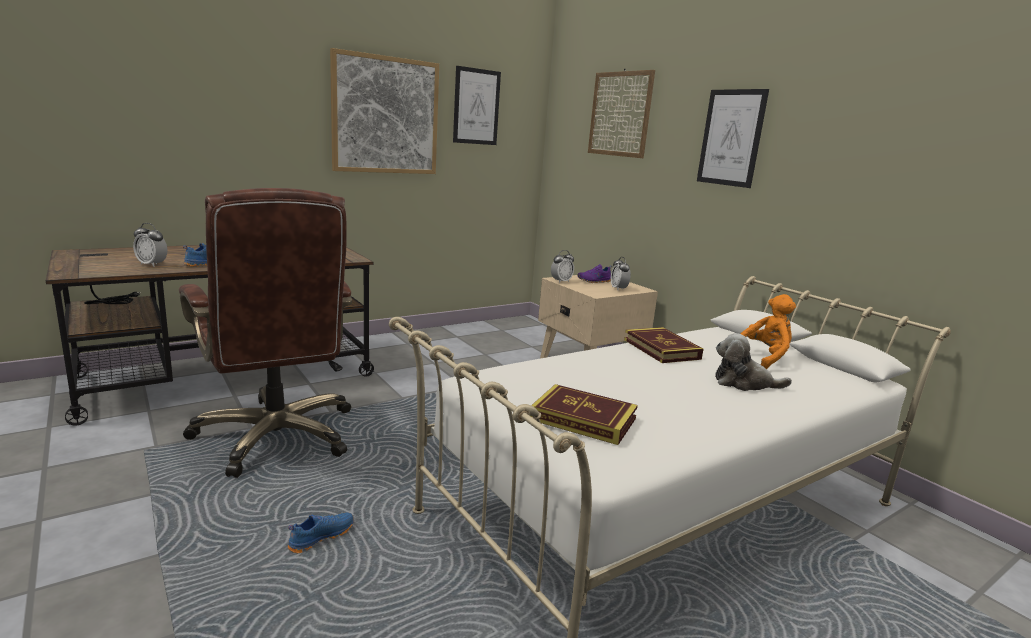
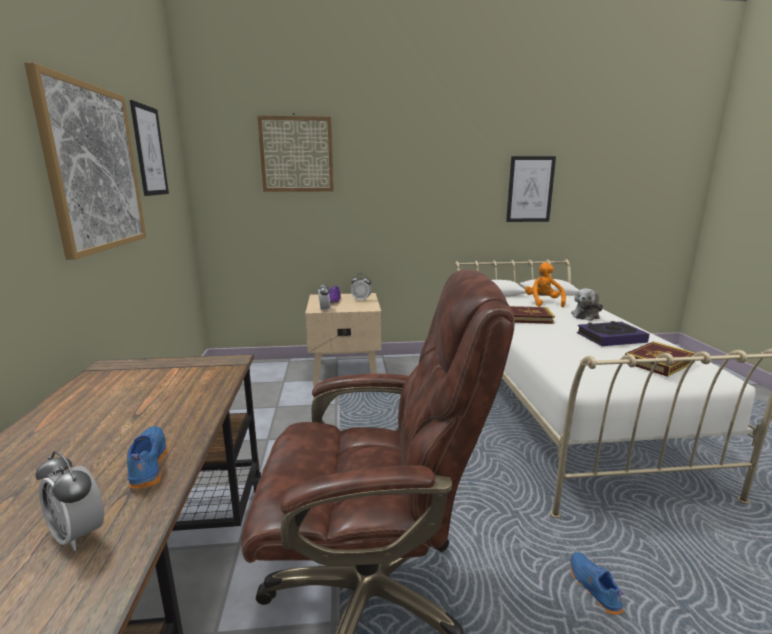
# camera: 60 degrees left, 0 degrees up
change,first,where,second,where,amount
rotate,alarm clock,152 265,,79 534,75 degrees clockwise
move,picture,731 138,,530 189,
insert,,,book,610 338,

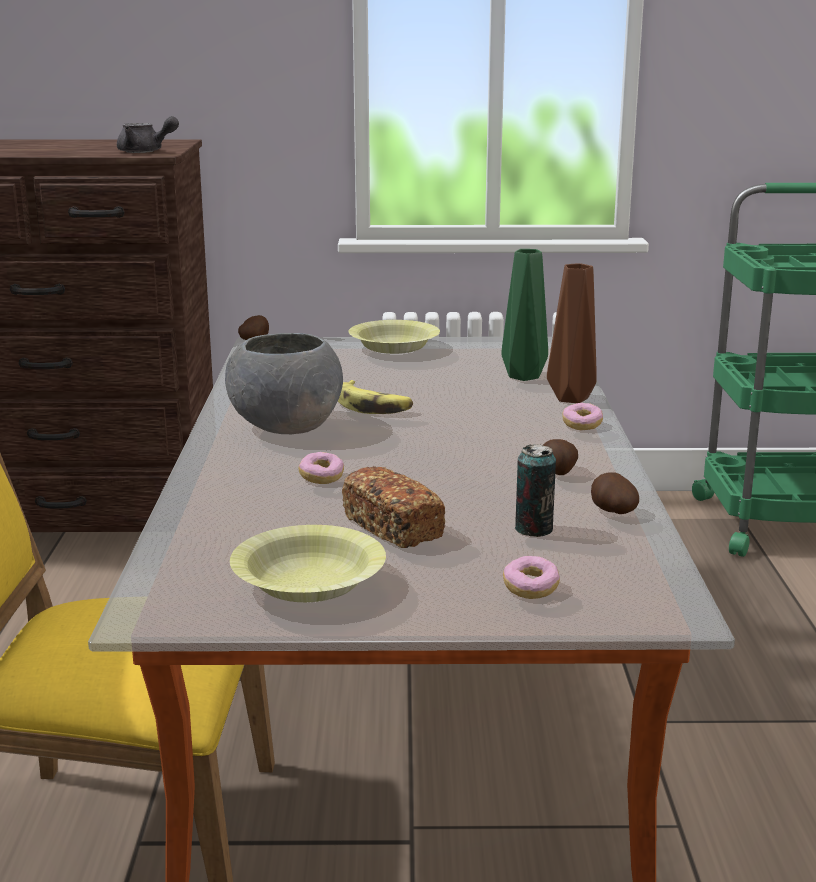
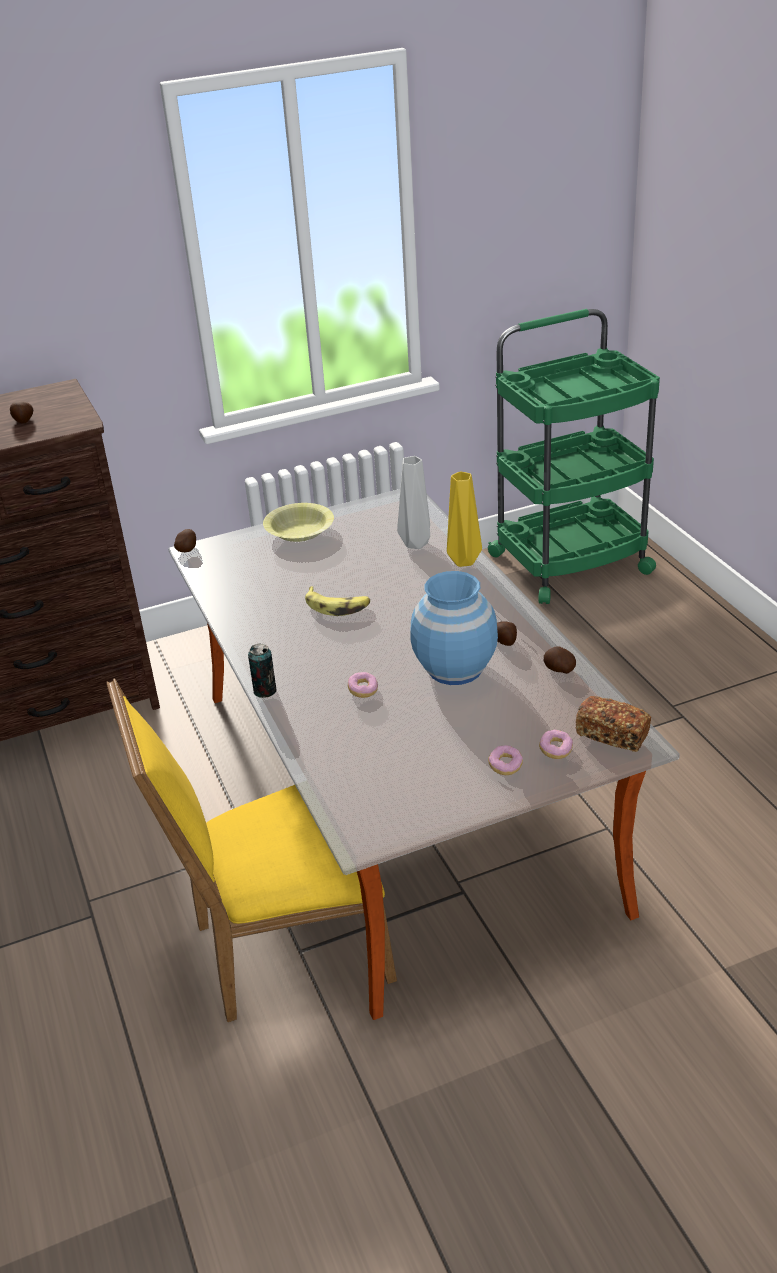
# camera: 20 degrees left, 15 degrees up
change,first,where,second,where,amount
insert,,,potato,23 421,
move,can,533 529,,265 691,
recolor,vase (green),524 376,vase (grey),415 543,
insert,,,vase (blue),454 668,
recolor,vase (brown),570 398,vase (yellow),462 560,
move,donut,582 425,,505 766,
move,bread,393 528,,612 734,
delete,teapot (grey),145 152,,,
delete,bowl (grey),285 425,,,
delete,bowl (yellow),309 583,,,

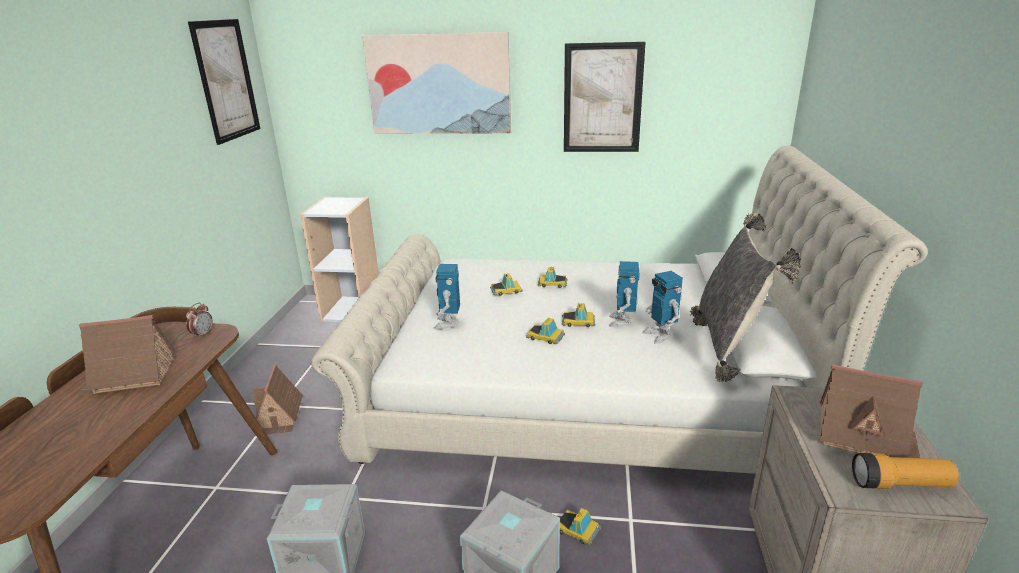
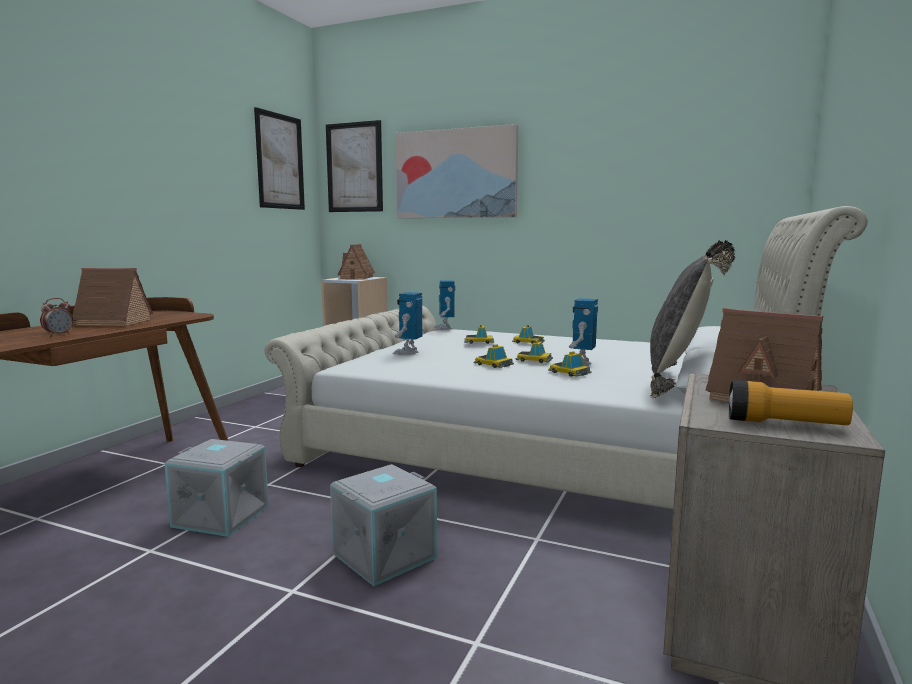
# camera: 15 degrees right, 15 degrees down
change,first,where,second,where,amount
move,alarm clock,203 334,,58 335,
move,picture,602 98,,354 167,
move,toy house,279 416,,356 278,
move,toy robot,660 335,,444 328,
move,toy car,577 529,,569 372,

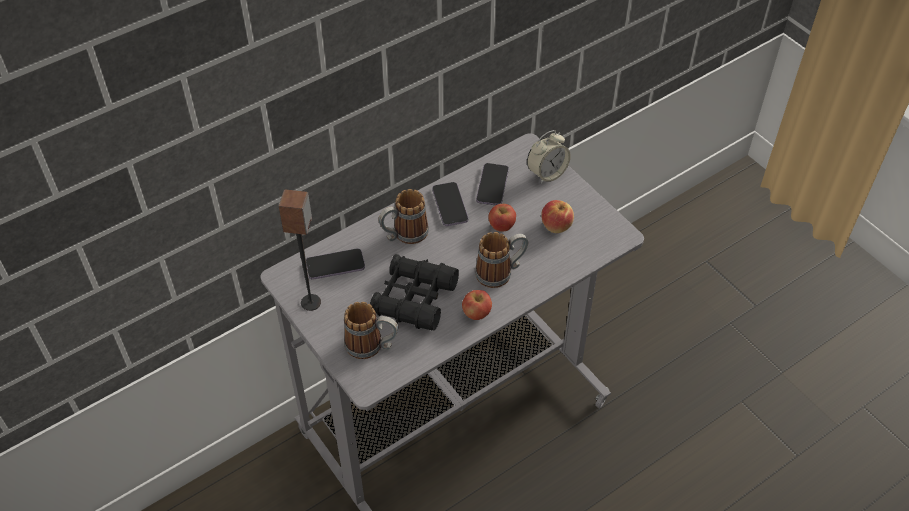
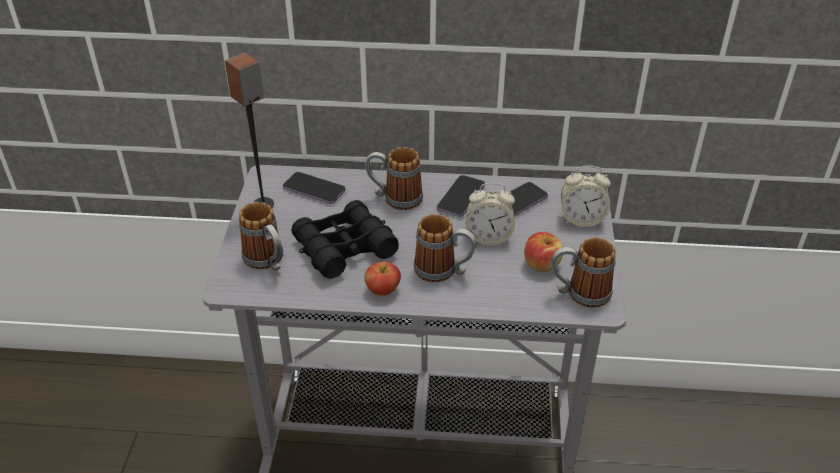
# camera: 40 degrees right, 10 degrees down
change,first,where,second,where,amount
replace,apple,502 226,alarm clock,488 237,
insert,,,mug,579 293,

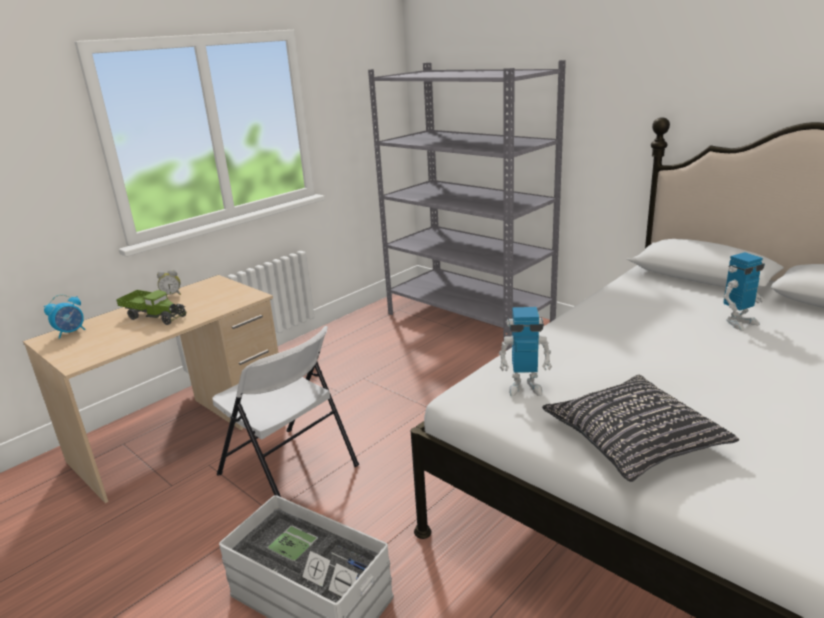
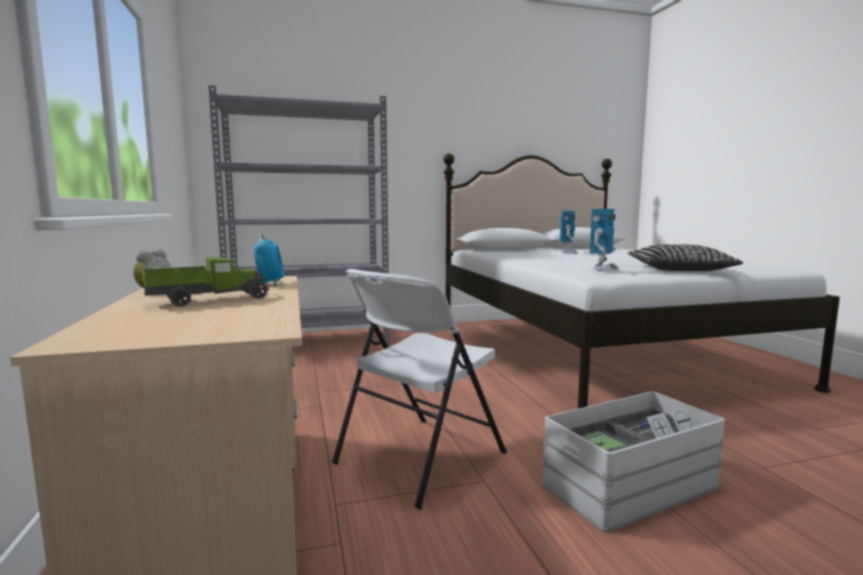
# camera: 60 degrees left, 15 degrees down
change,first,where,second,where,amount
move,alarm clock,71 332,,270 283,
rotate,chair (white),287 470,,420 457,150 degrees clockwise

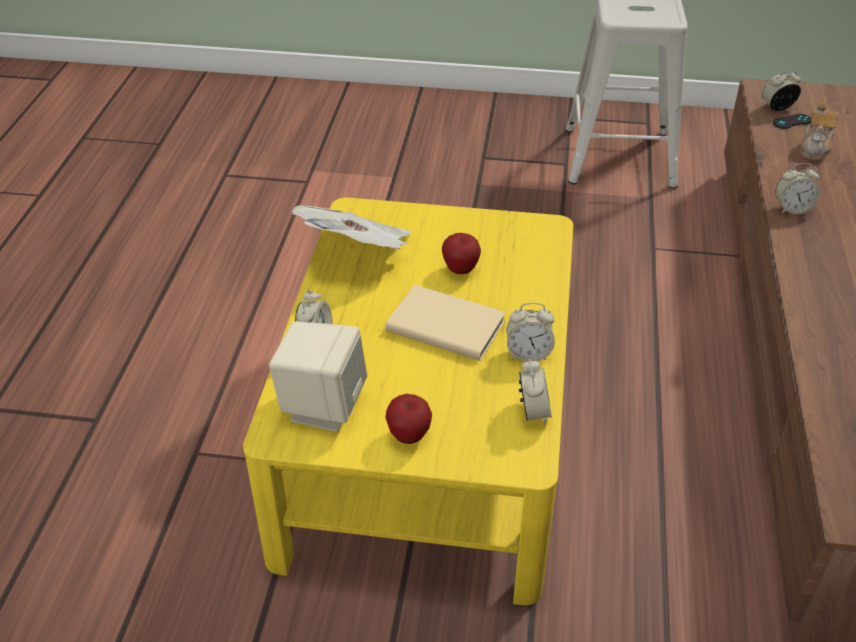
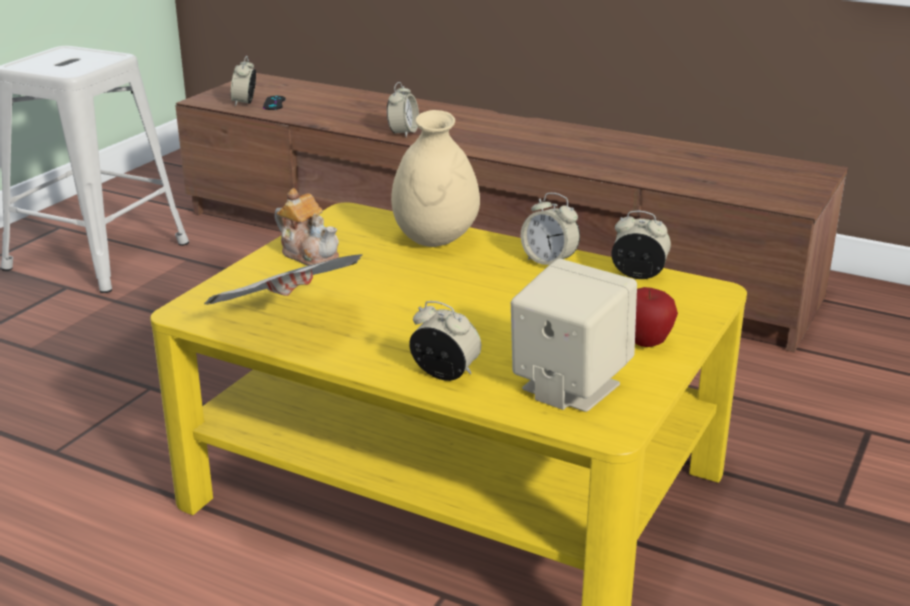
# camera: 70 degrees left, 15 degrees down
change,first,where,second,where,amount
move,teapot,815 148,,309 254,
insert,,,vase (beige),435 241,
rotate,alarm clock,528 354,,549 261,105 degrees clockwise
delete,book (beige),445 324,,,
delete,apple,460 270,,,

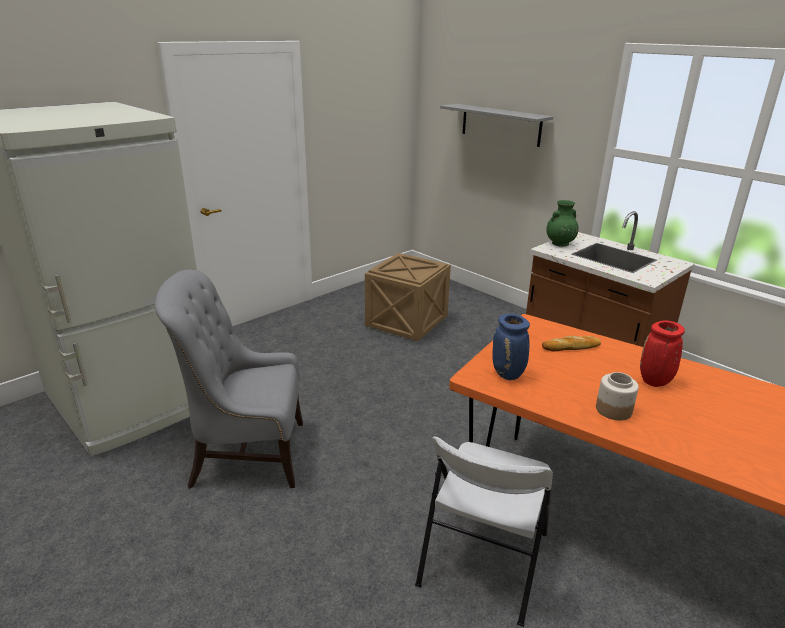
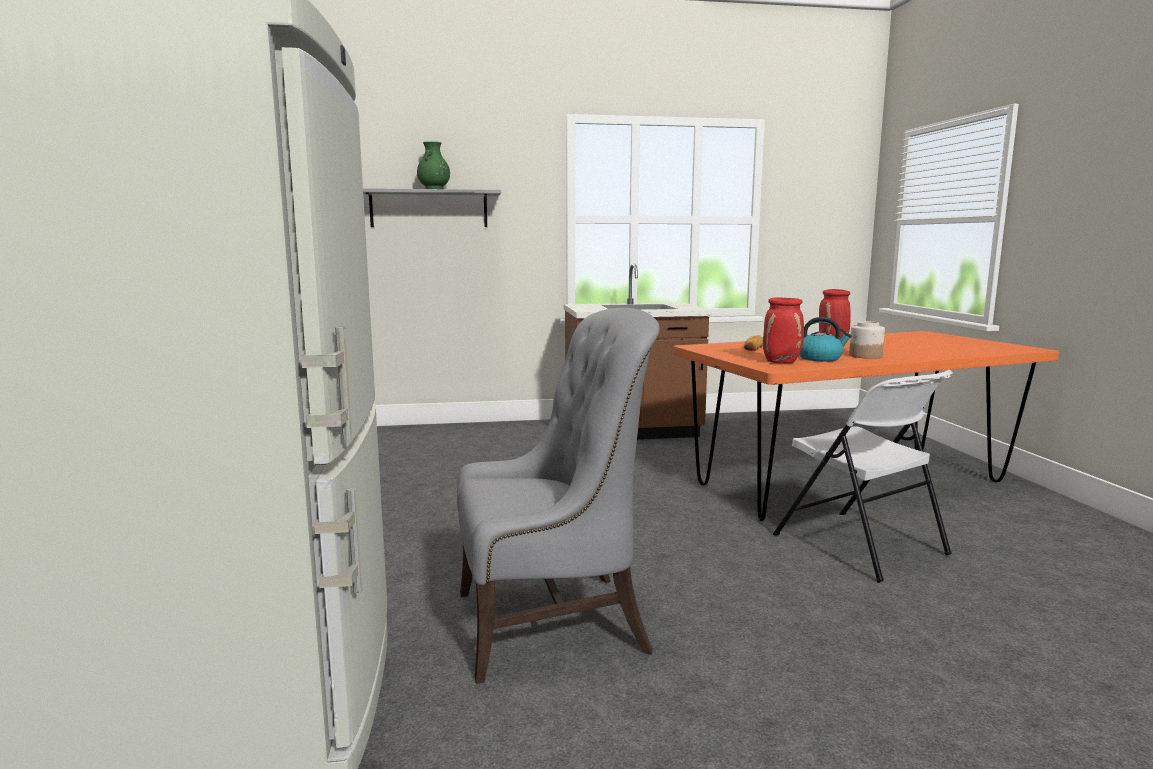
# camera: 55 degrees left, 15 degrees down
change,first,where,second,where,amount
move,vase (green),559 243,,434 189,
rotate,chair (grey),246 454,,554 622,135 degrees counterclockwise
recolor,vase (blue),508 375,vase (red),782 362,
insert,,,kettle,820 358,
delete,crate,406 322,,,

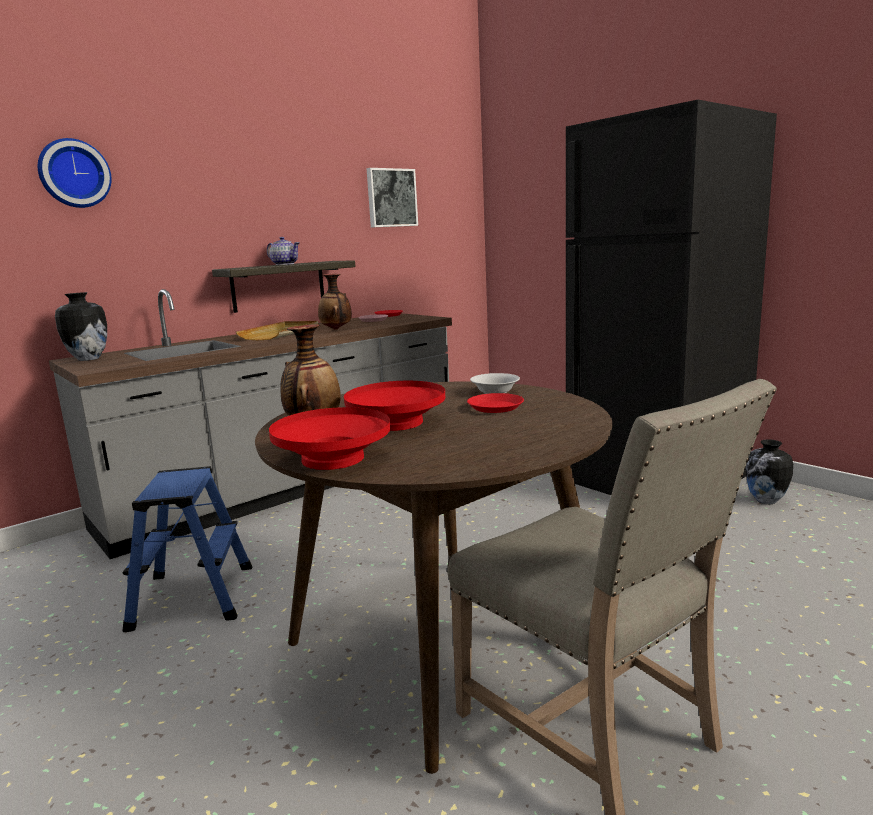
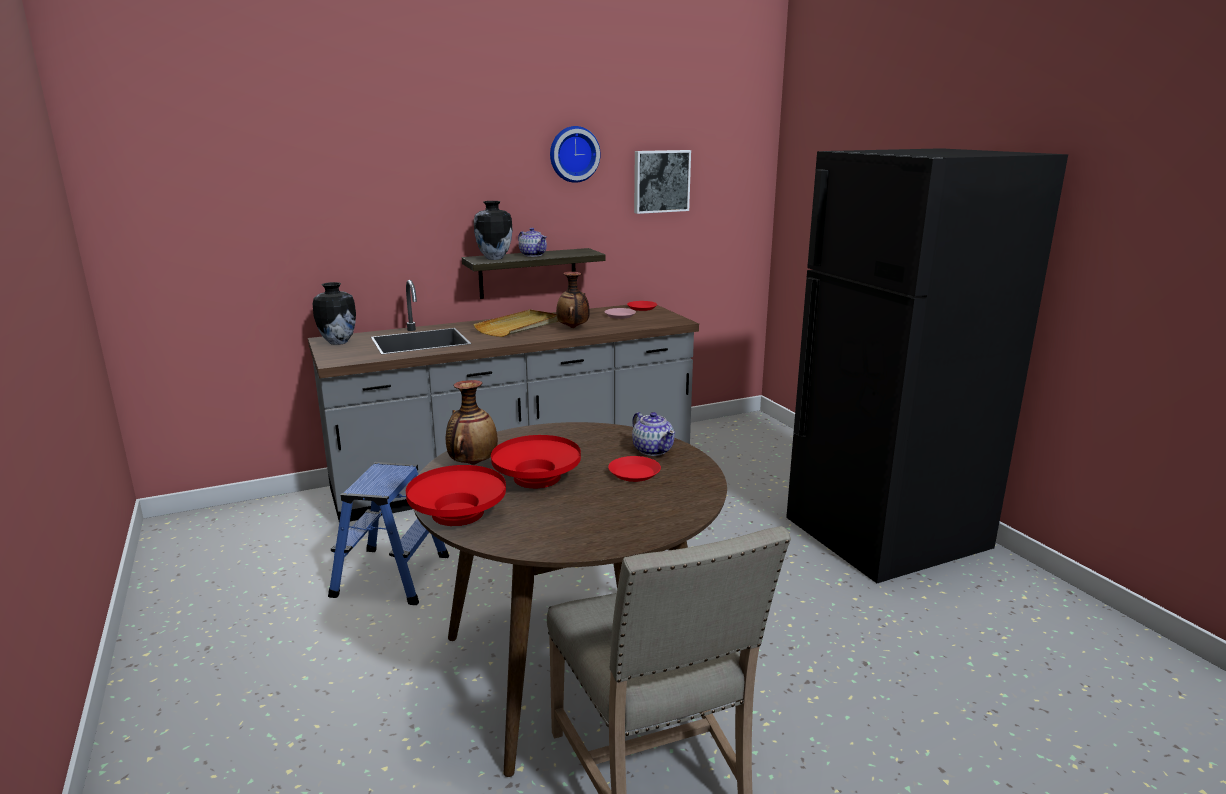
# camera: 15 degrees right, 5 degrees up
change,first,where,second,where,amount
move,vase,766 501,,494 258,
move,wall clock,74 174,,573 154,
replace,bowl (white),495 391,teapot,653 450,

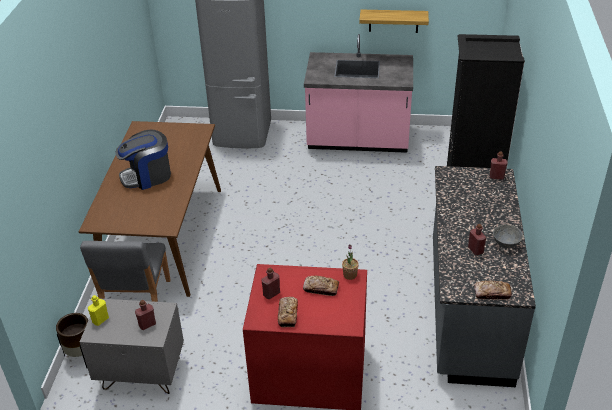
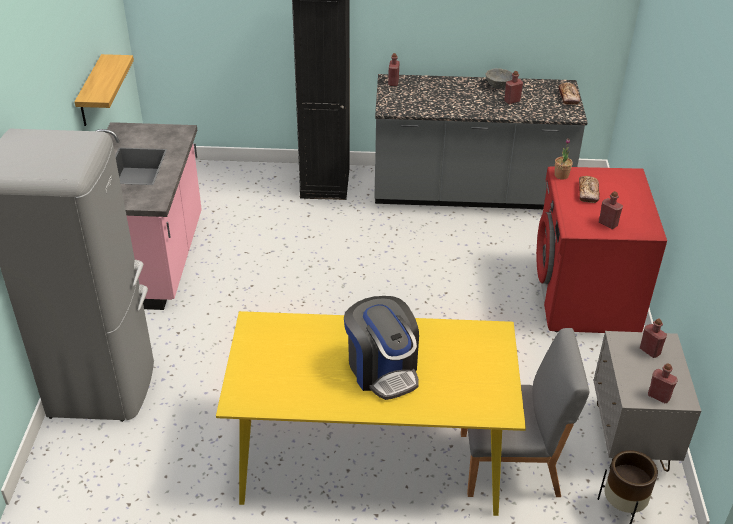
# camera: 95 degrees left, 0 degrees up
change,first,where,second,where,amount
recolor,dining table (brown),164 238,dining table (yellow),372 453,
recolor,bottle (yellow),100 320,bottle (red),659 396,
delete,bread,288 314,,,

